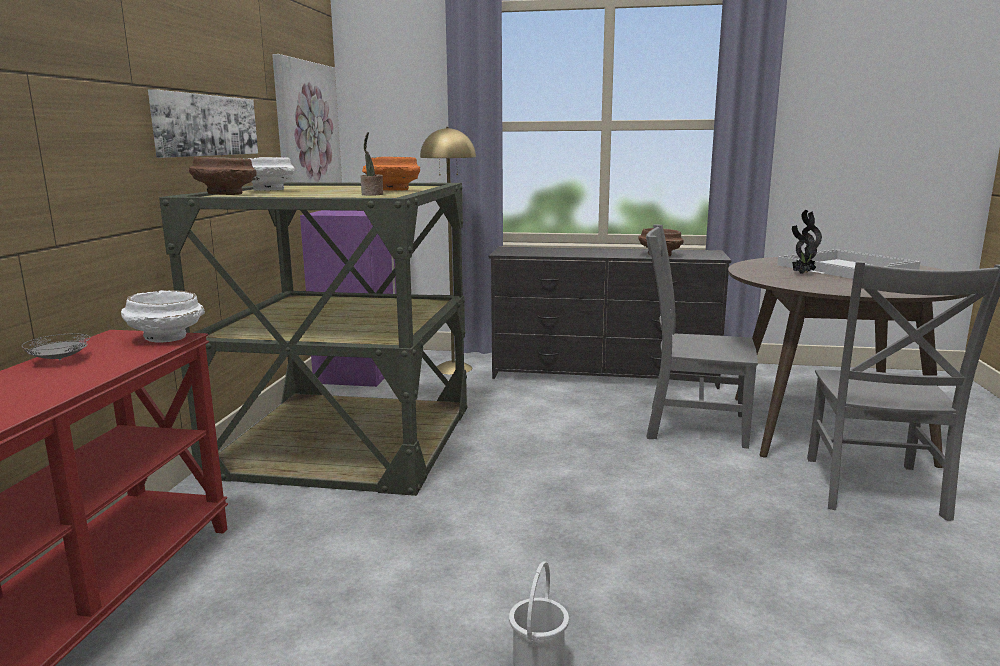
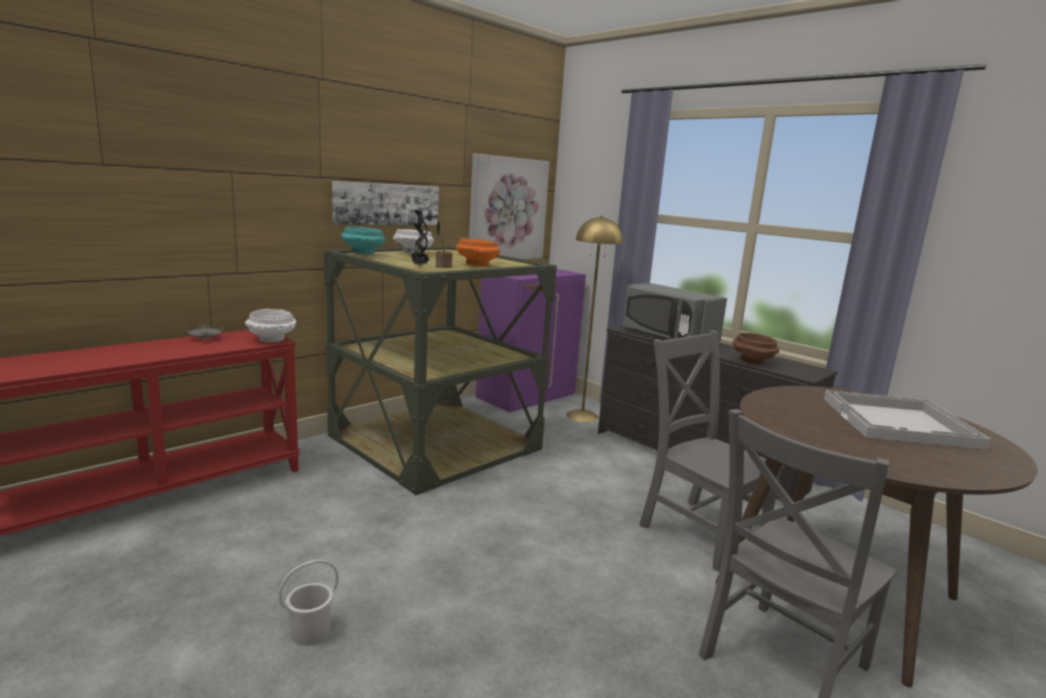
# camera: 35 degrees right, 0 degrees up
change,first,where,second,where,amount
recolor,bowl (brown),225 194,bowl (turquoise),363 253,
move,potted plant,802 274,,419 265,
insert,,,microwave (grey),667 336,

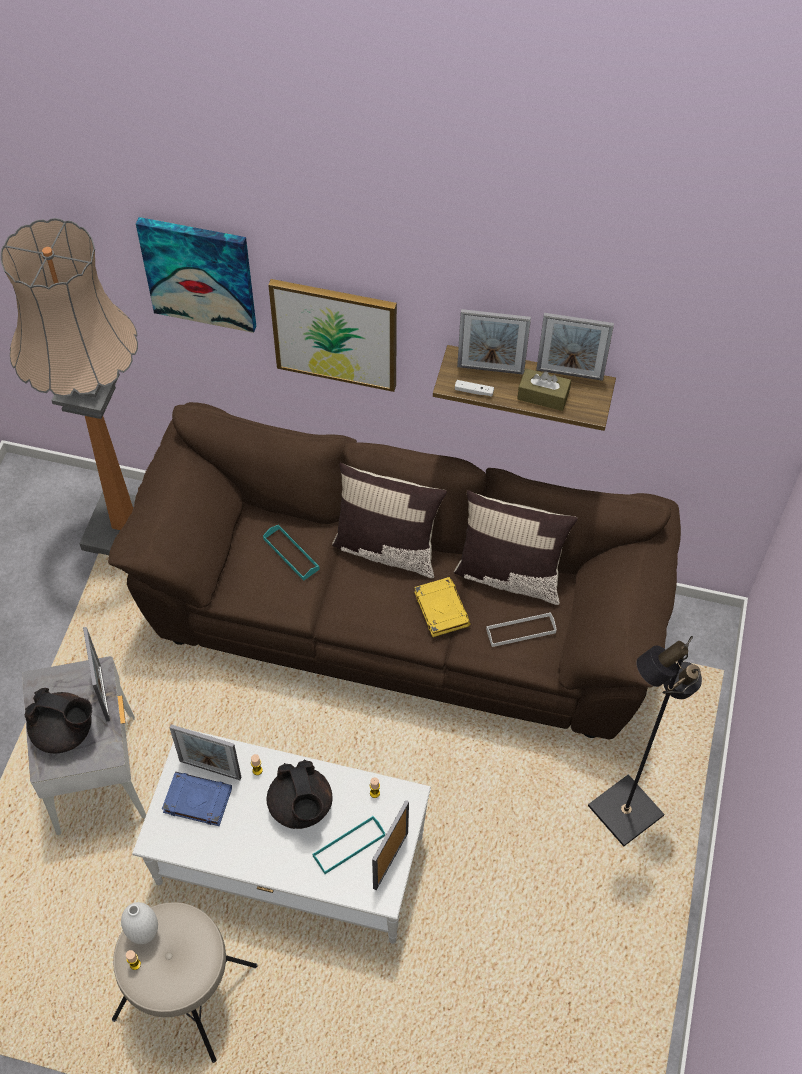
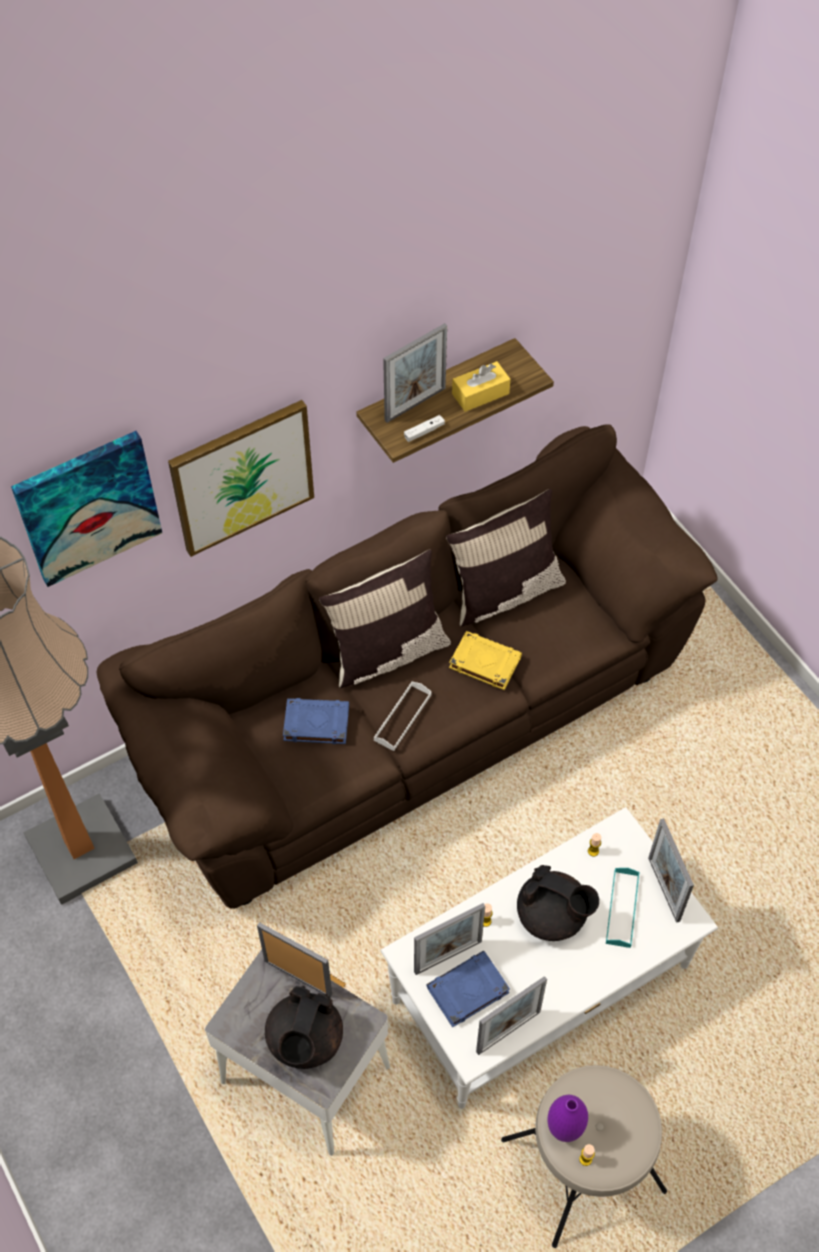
# camera: 45 degrees left, 0 degrees up
change,first,where,second,where,amount
rotate,teapot (black),64 732,,305 1040,135 degrees clockwise
replace,tray (turquoise),291 554,book (blue),315 723,
move,tray (white),521 631,,402 717,
recolor,tissue box (brown),543 396,tissue box (yellow),480 394,
move,picture frame,569 374,,508 1032,
recolor,vase (white),144 934,vase (purple),564 1129,
delete,floor lamp (black),625 811,,,

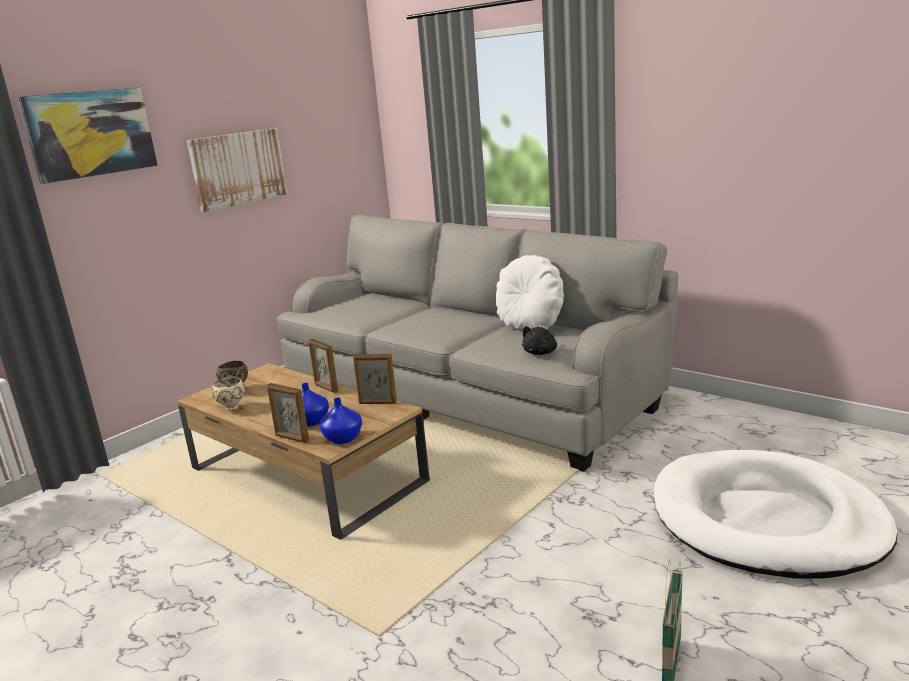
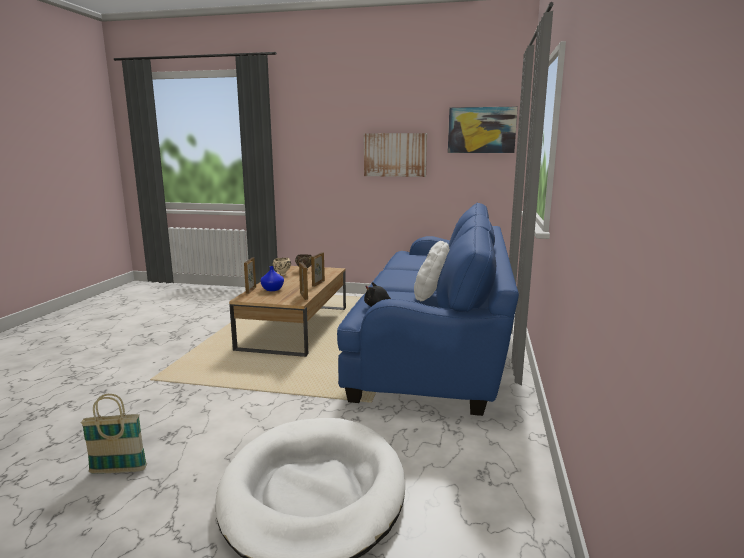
# camera: 60 degrees right, 5 degrees down
change,first,where,second,where,amount
recolor,sofa (grey),465 393,sofa (blue),435 341,
move,picture,90 133,,481 130,
delete,vase (blue),342 439,,,

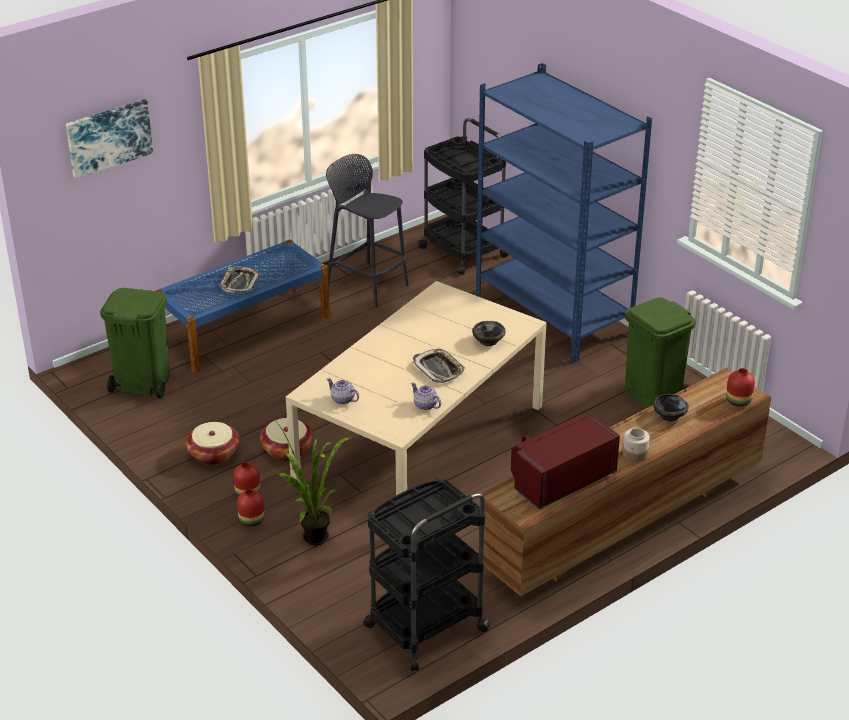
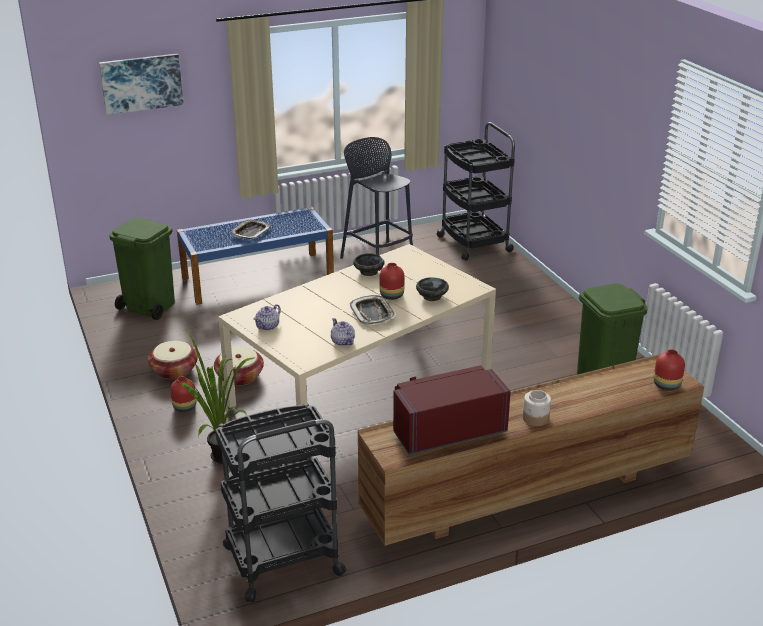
# camera: 15 degrees right, 5 degrees down
change,first,where,second,where,amount
rotate,teapot,343 400,,268 326,105 degrees counterclockwise
move,bowl (black),669 415,,368 272,
move,vase (red),252 520,,392 296,
delete,bookcase (blue),553 315,,,

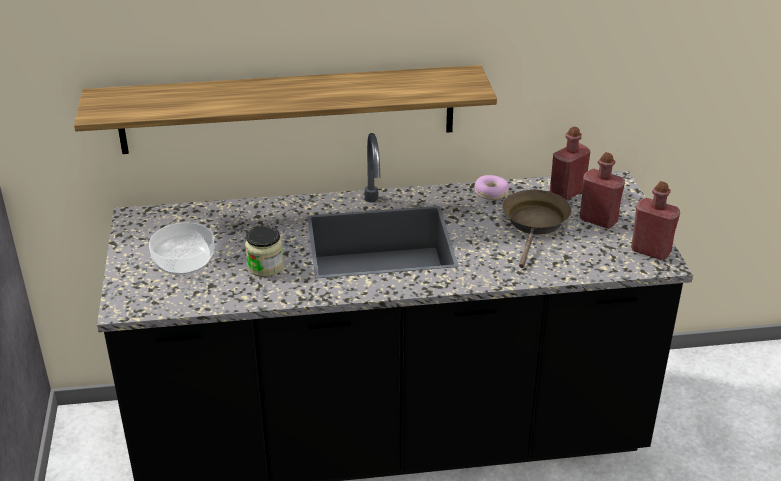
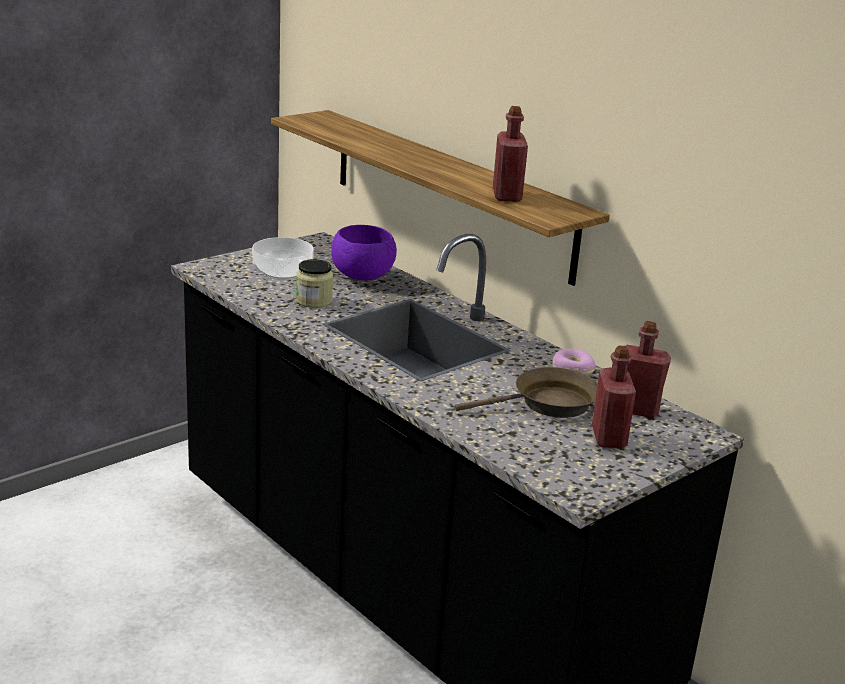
# camera: 55 degrees right, 10 degrees down
change,first,where,second,where,amount
insert,,,bowl (purple),363 276,
move,bottle (red),650 251,,507 195,

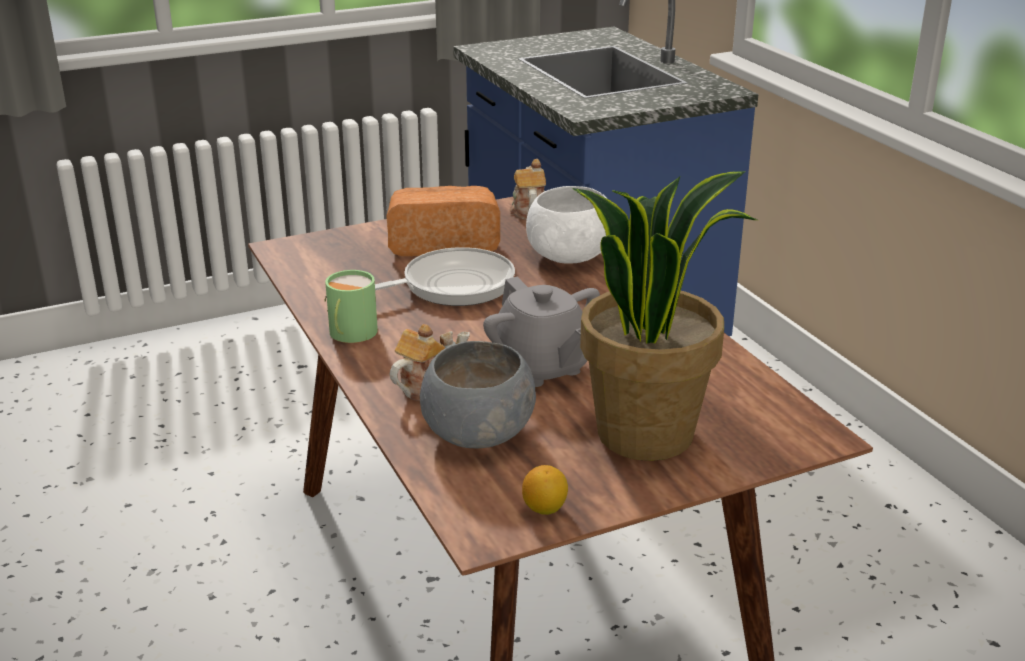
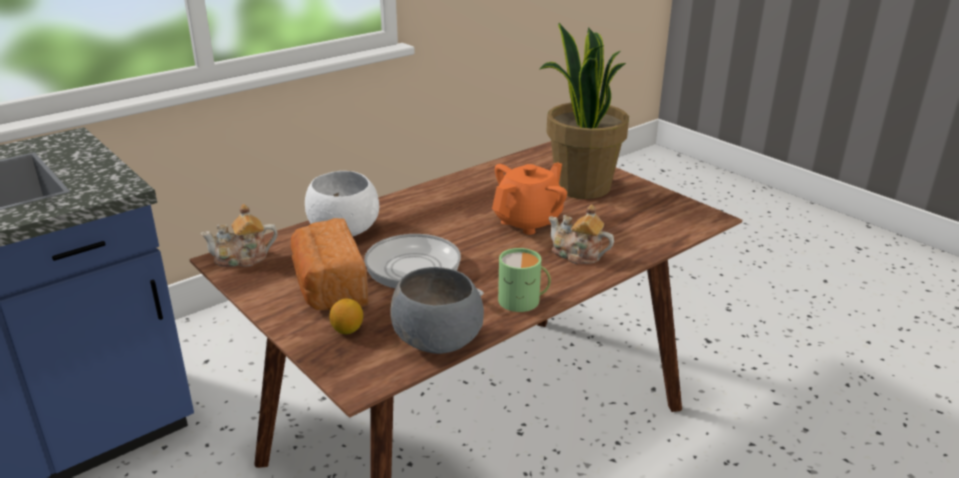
# camera: 105 degrees left, 0 degrees up
change,first,where,second,where,amount
move,lemon,545 508,,347 330,
move,bowl (grey),476 434,,438 341,
recolor,teapot (grey),541 367,teapot (orange),528 221,

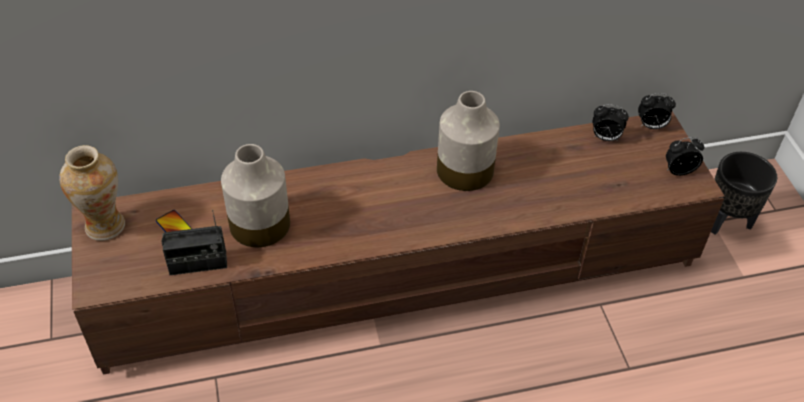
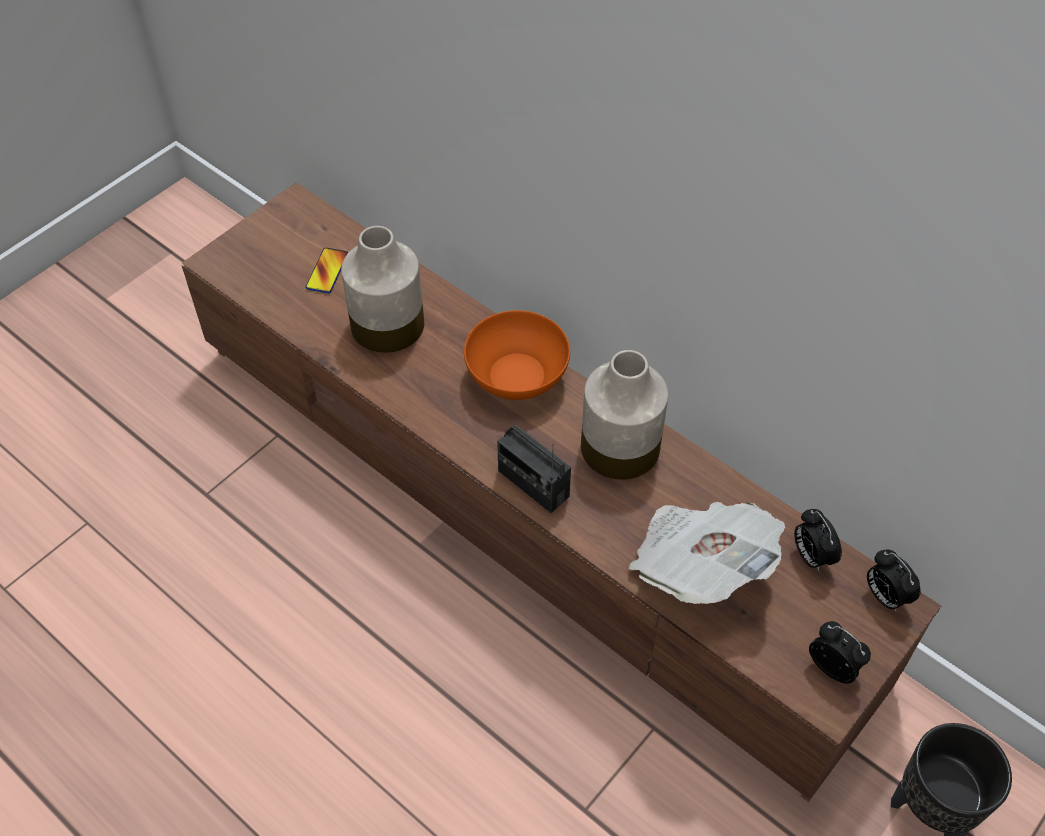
# camera: 55 degrees right, 5 degrees up
change,first,where,second,where,amount
insert,,,bowl (orange),517 376,
move,radio,198 263,,533 484,
insert,,,newspaper,699 565,
delete,vase,105 225,,,

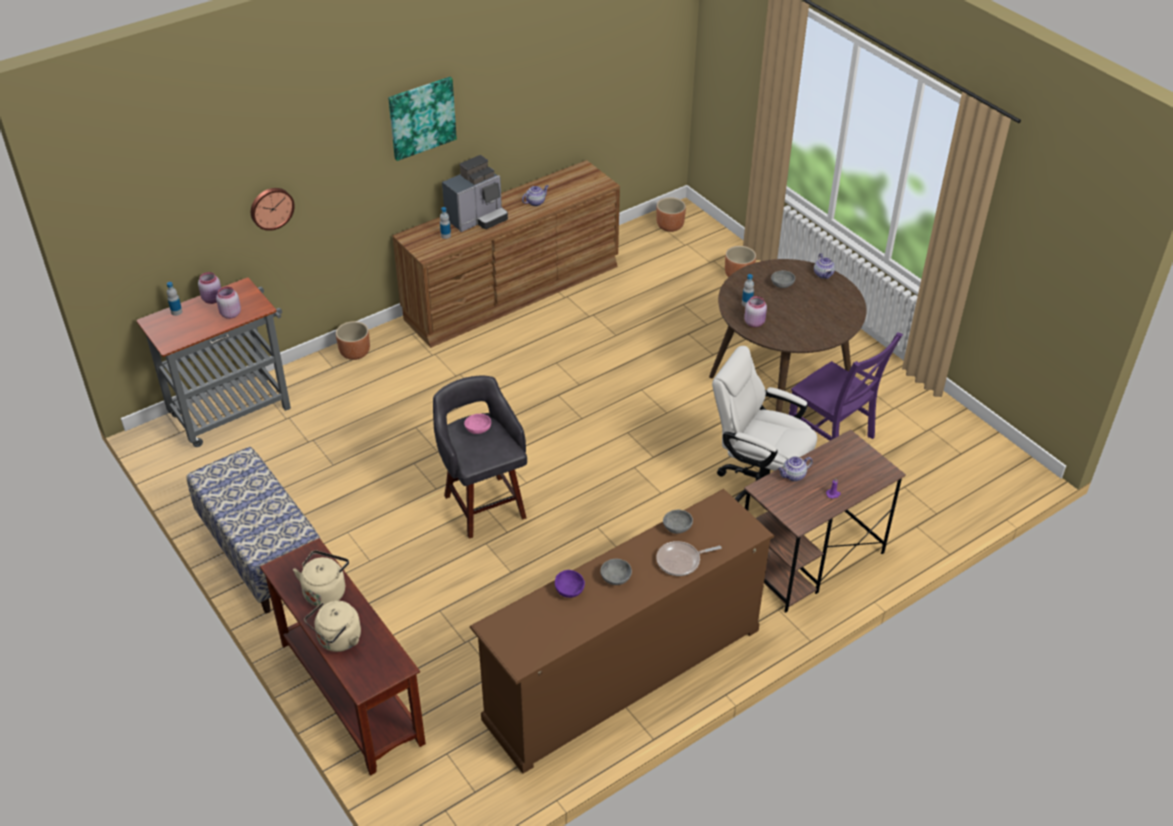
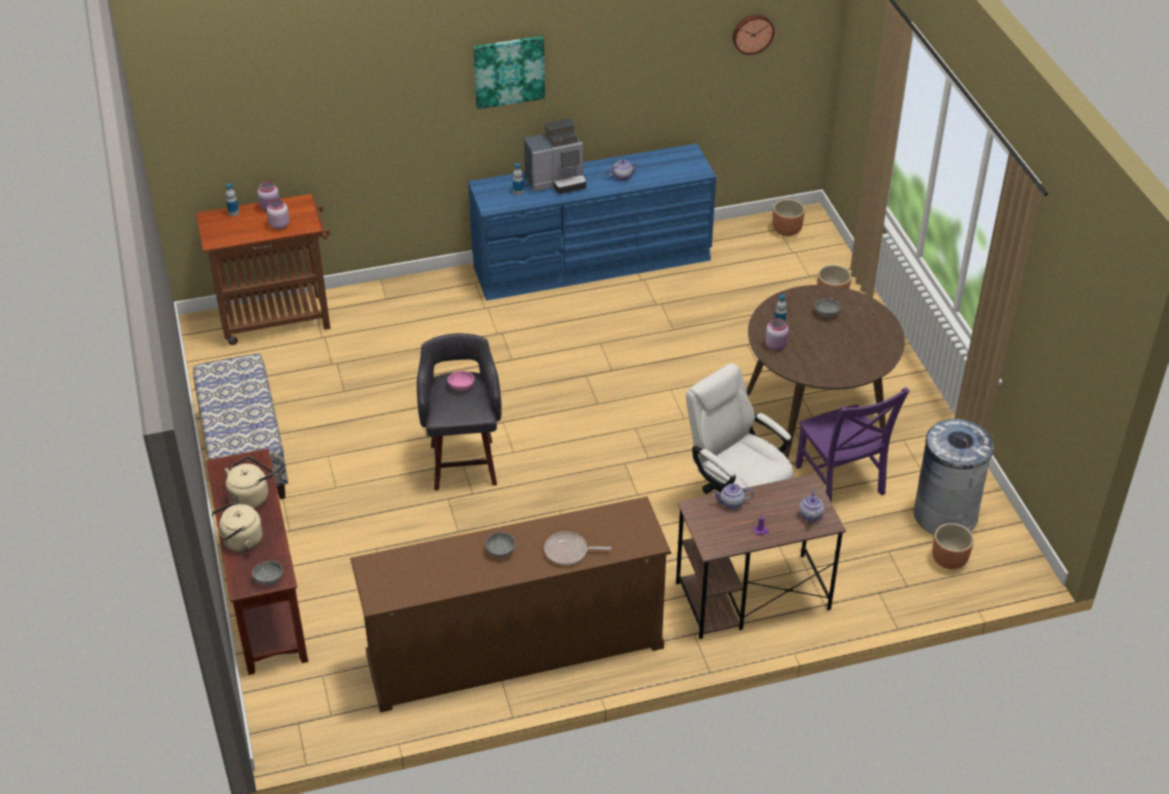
# camera: 20 degrees right, 0 degrees up
change,first,where,second,where,amount
recolor,cart (grey),232 411,cart (brown),277 319,
move,bowl (grey),676 527,,268 578,
recolor,dresser (brown),511 291,dresser (blue),591 262,
move,wall clock,271 208,,752 33,
move,teapot,823 274,,811 515,
insert,,,trash can (grey),945 514,
move,planter (brown),355 353,,949 559,
delete,bowl (purple),570 590,,,

